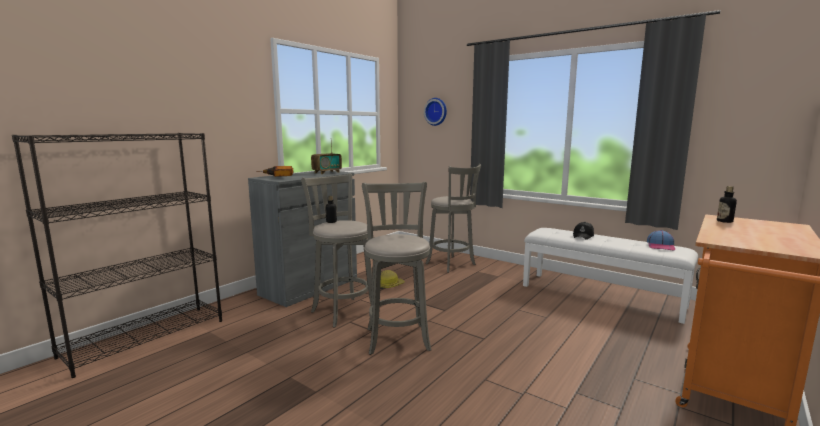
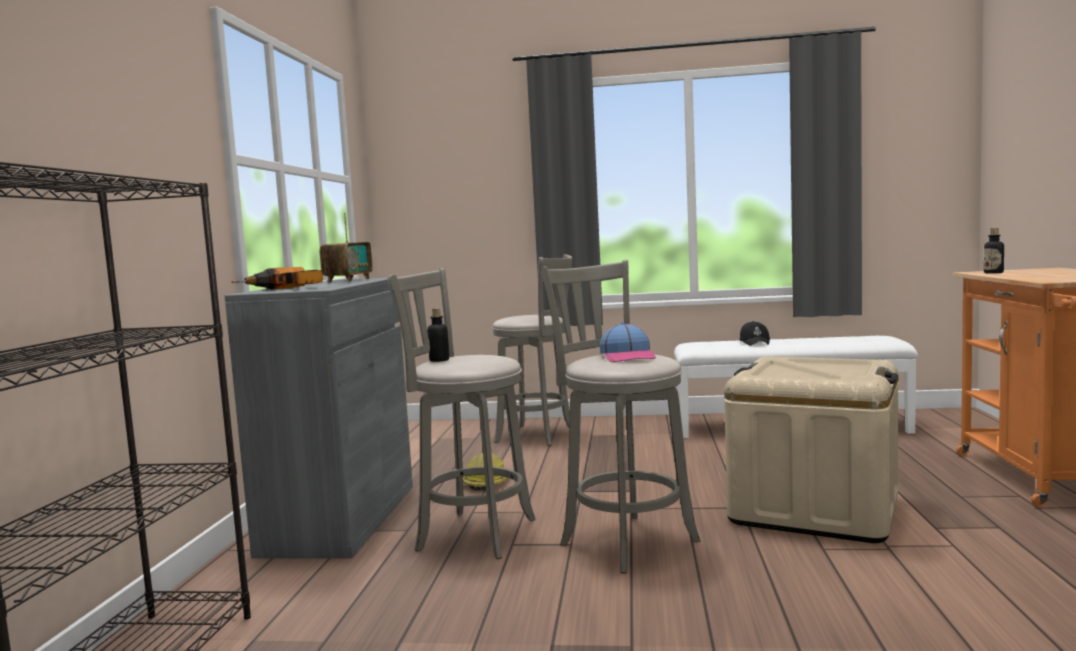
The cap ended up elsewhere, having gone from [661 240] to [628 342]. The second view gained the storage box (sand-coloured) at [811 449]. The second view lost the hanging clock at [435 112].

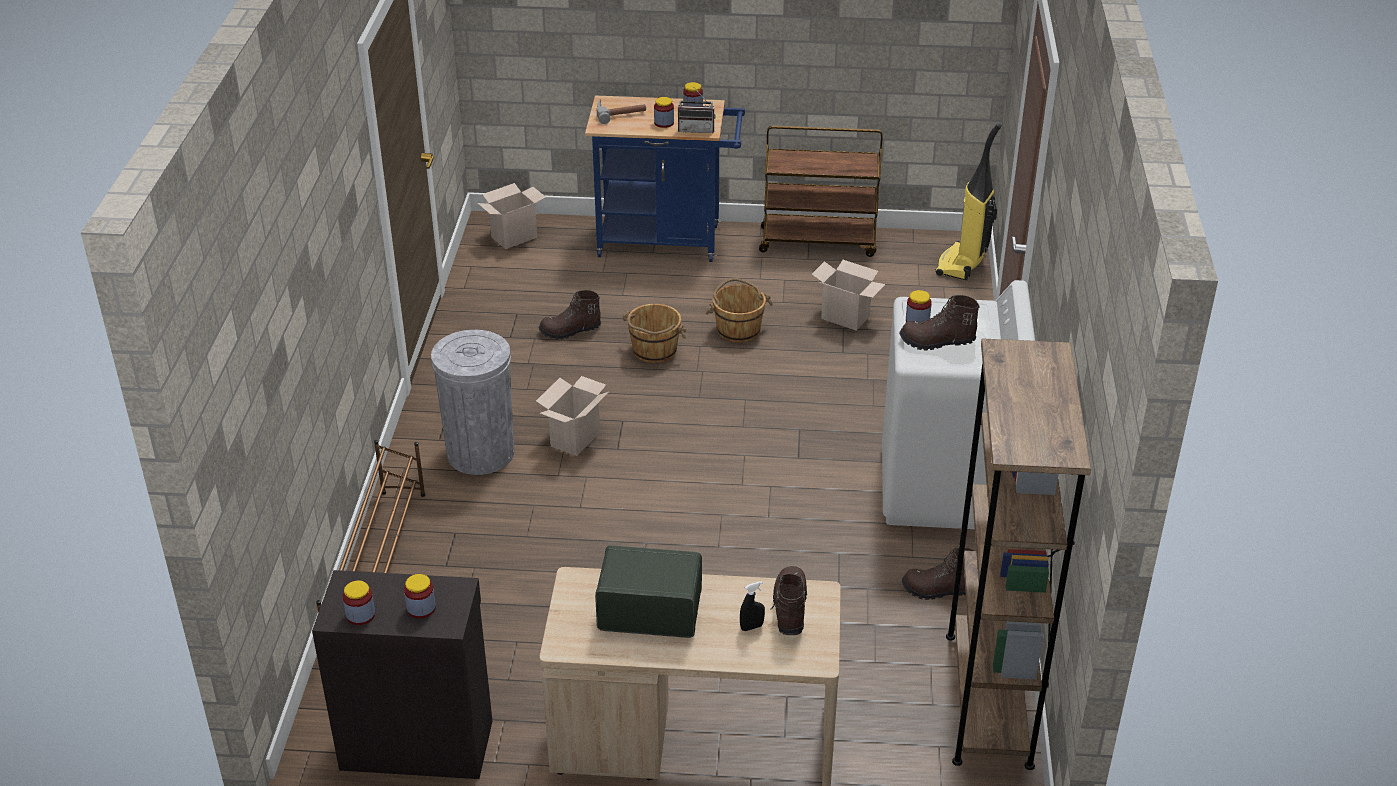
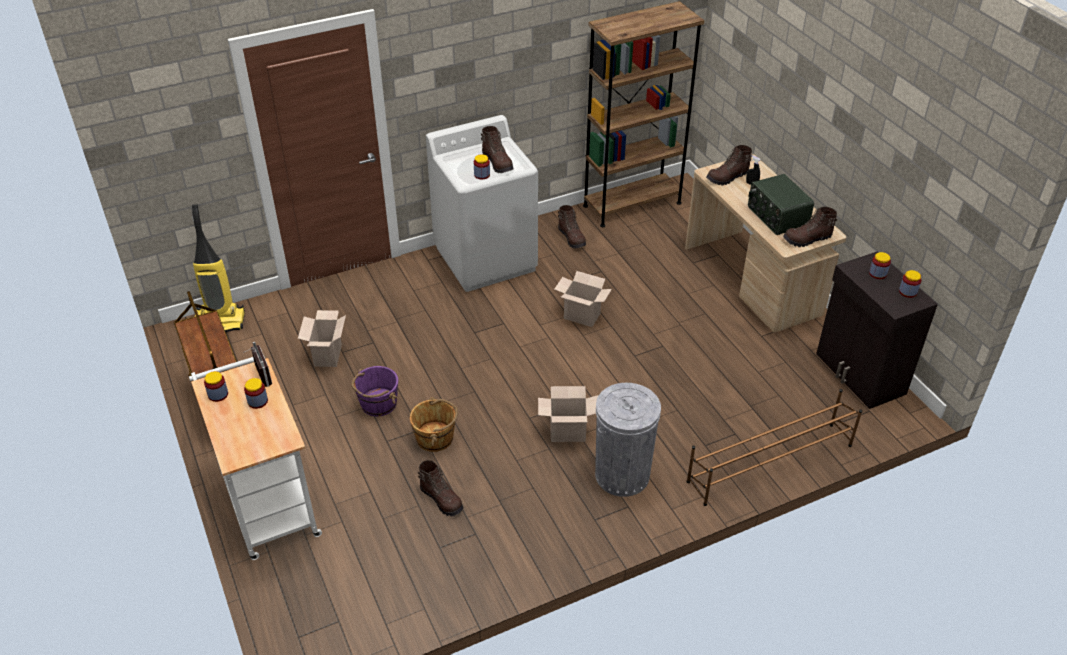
What was the wheeled cart (blue) at [665 178] turned into the wheeled cart (whitish) at [255 458]. What was the water bucket (brownish) at [739 310] turned into the water bucket (purple-coloured) at [375 391]. The carton ended up elsewhere, having gone from [511 216] to [583 299]. The second view gained the boot (brownish) at [810 227]. The second view lost the tool hammer at [621 111].

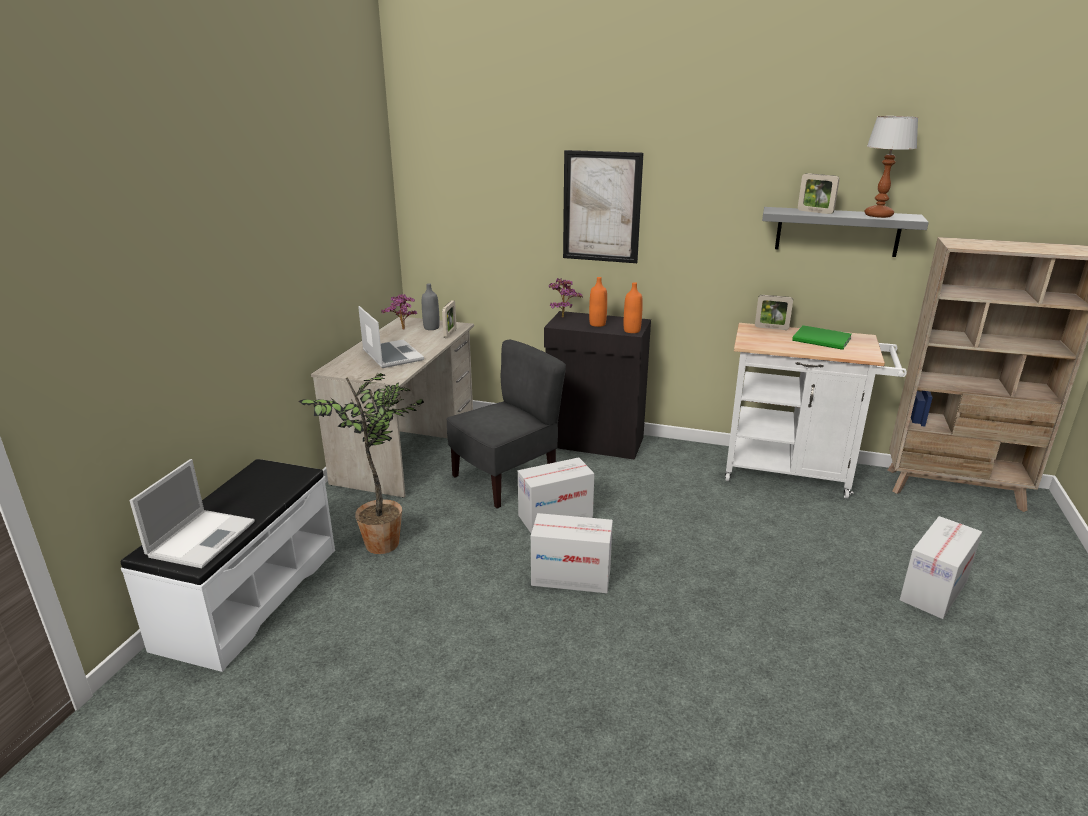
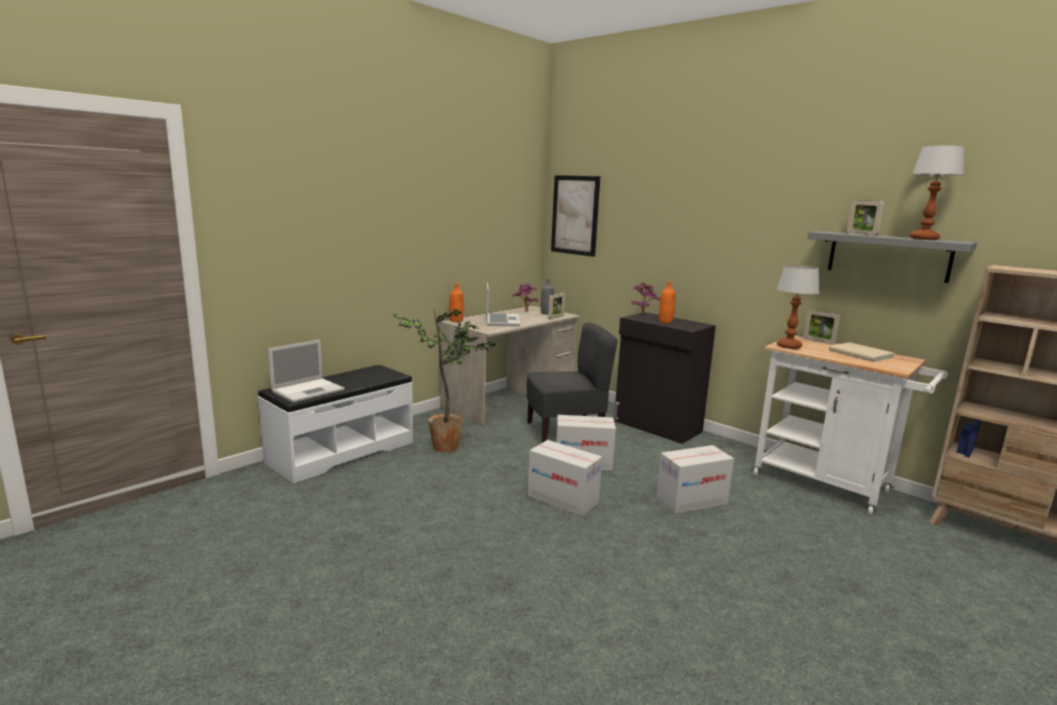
The beverage bottle (orange-coloured) ended up elsewhere, having gone from [633 307] to [456 302]. The wall picture ended up elsewhere, having gone from [603 206] to [575 216]. The carton ended up elsewhere, having gone from [941 567] to [695 479]. The second view gained the lamp for a table at [798 307]. What was the bound book (green) at [822 337] turned into the bound book (sand-coloured) at [862 352].

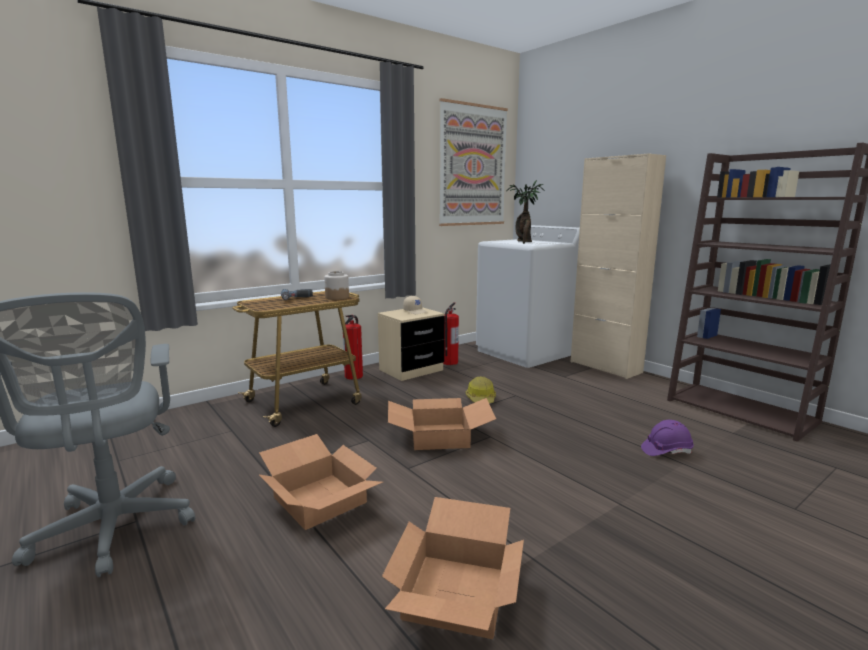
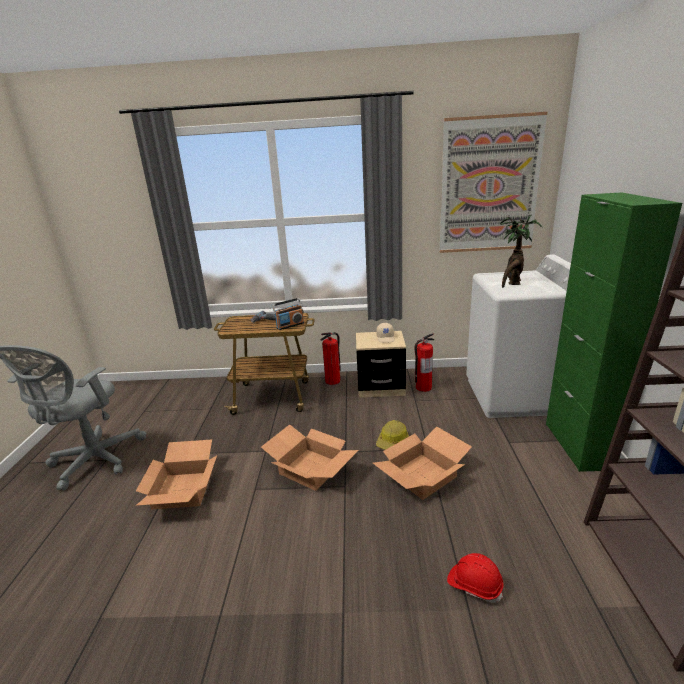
Where the storage jar stood at [336 285], the radio set came to stand at [288 314]. The carton ended up elsewhere, having gone from [453 568] to [422 463]. What was the work helmet (purple-coloured) at [667 438] turned into the work helmet (reddish) at [475 578]. What was the cabinet (sand-coloured) at [618 266] turned into the cabinet (green) at [614 332].

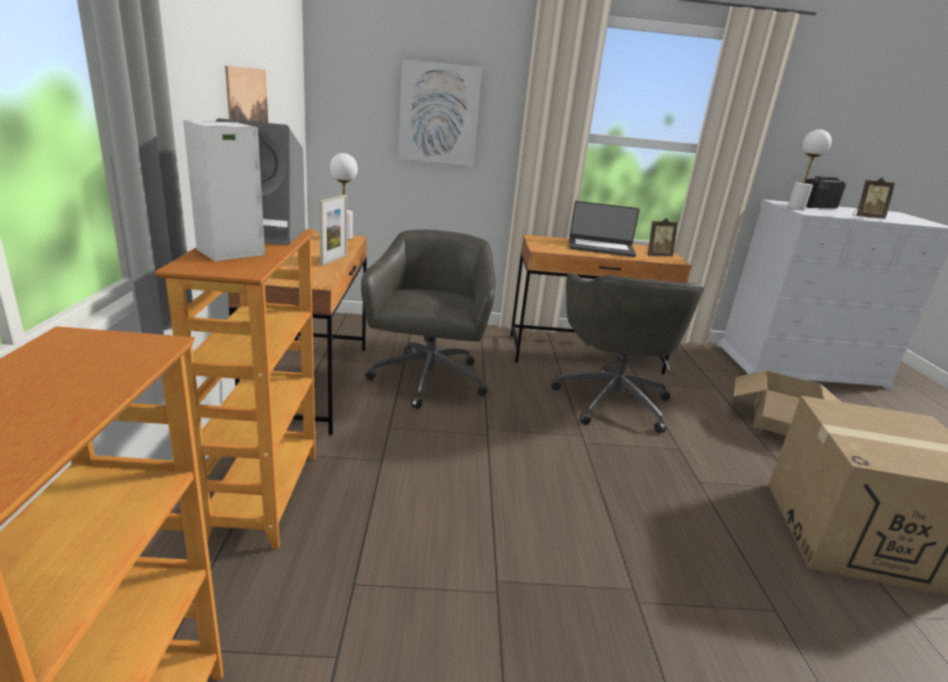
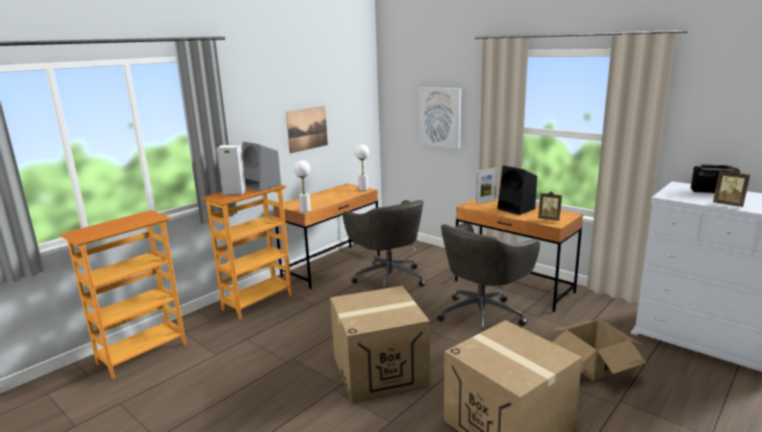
The lamp for a table (whitish) ended up elsewhere, having gone from [810 170] to [302 186]. The second view gained the carton at [380 344]. The office chair (gray) at [428 319] ended up facing another way, 105 degrees clockwise from before. The photo frame ended up elsewhere, having gone from [333 230] to [486 186]. Where the portable computer stood at [604 229], the loudspeaker (black-coloured) came to stand at [517 190].

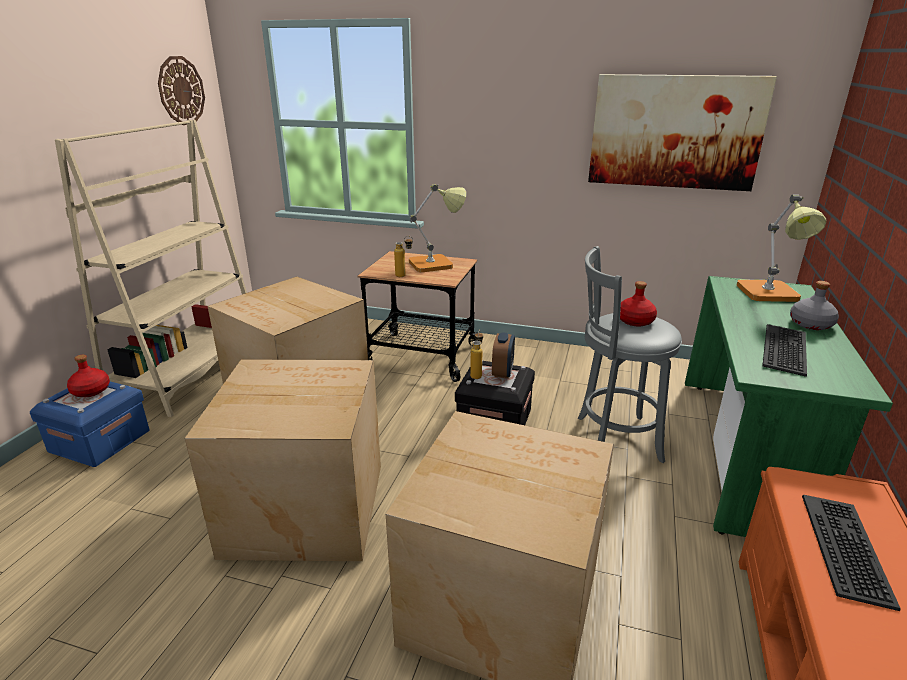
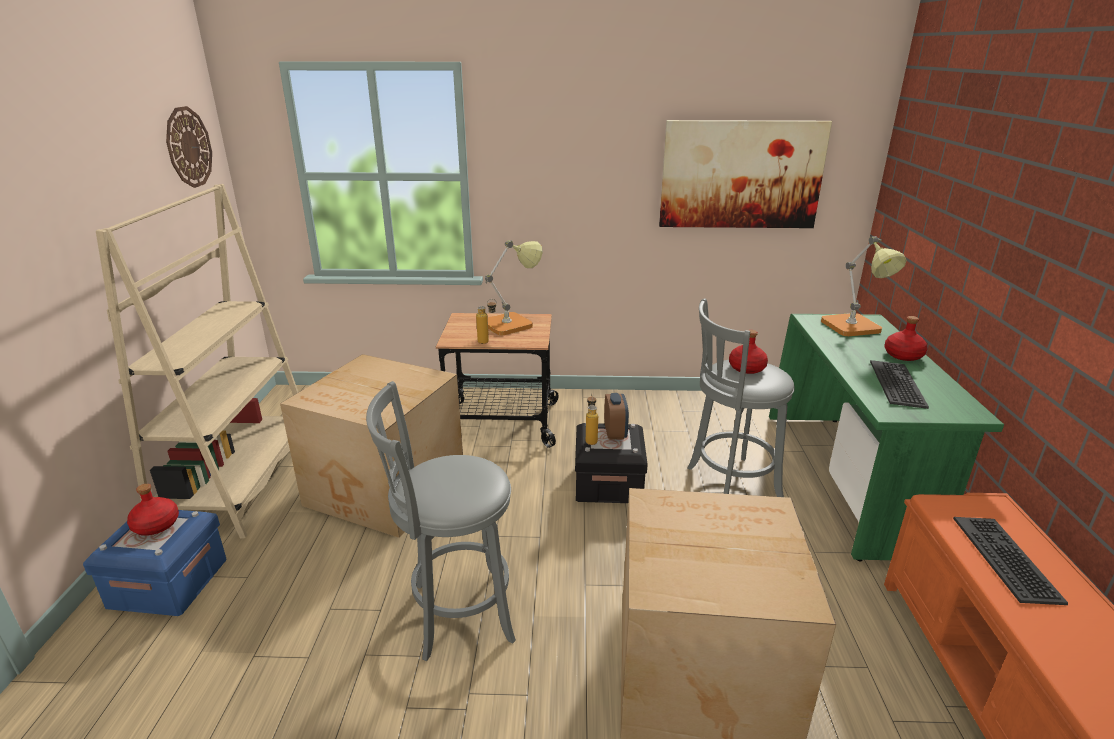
Where the carton stood at [283 460], the sitting stool (gray) came to stand at [441 521]. What was the beverage bottle (gray) at [814 305] turned into the beverage bottle (reddish) at [906 338].

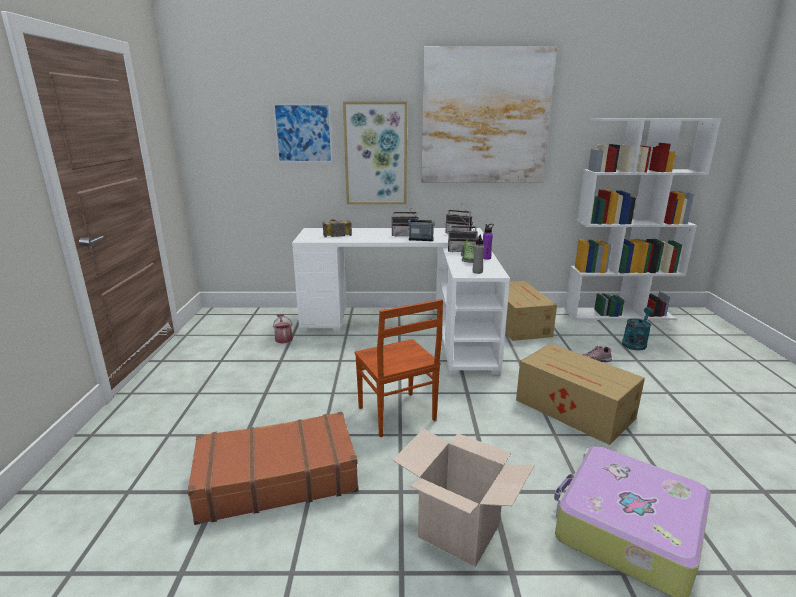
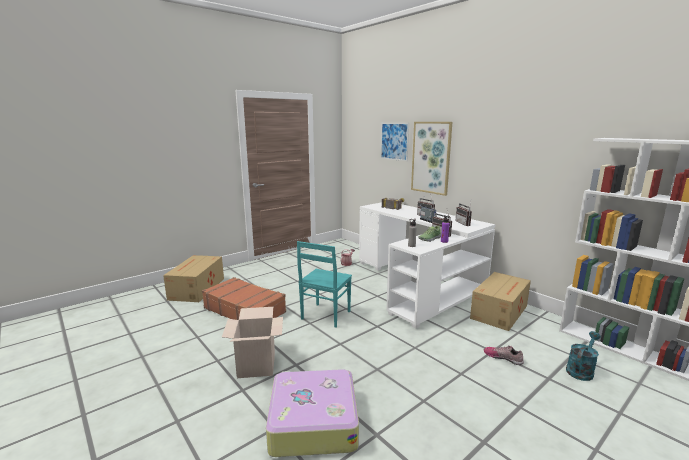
The carton ended up elsewhere, having gone from [580 394] to [193 278]. What was the chair (brownish) at [399 368] turned into the chair (turquoise-coloured) at [324 284]. The watering can (turquoise-coloured) at [638 328] ended up facing another way, 45 degrees counterclockwise from before. The second view lost the wall picture at [489 114].

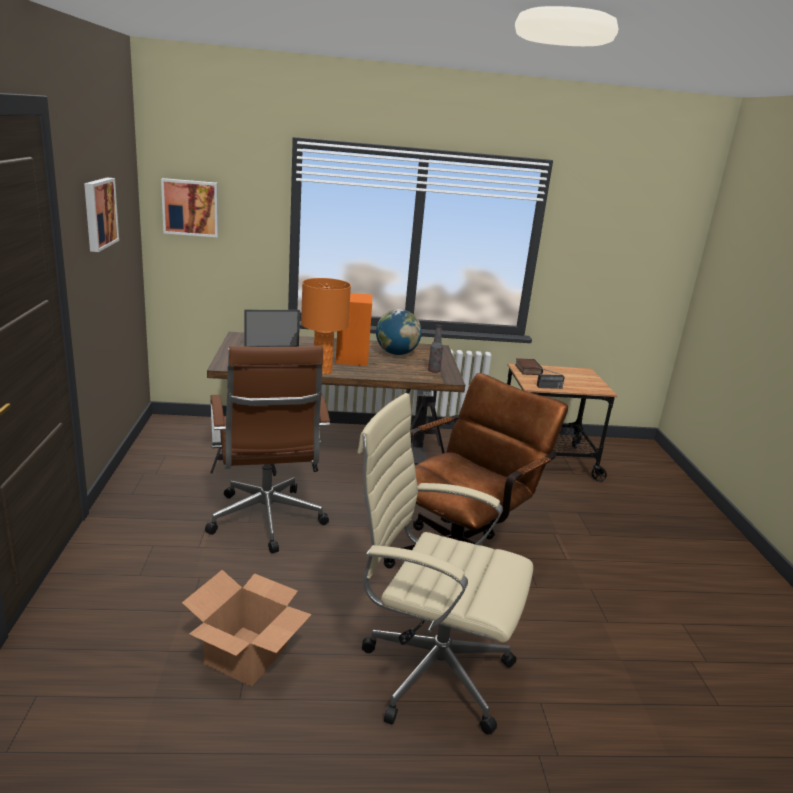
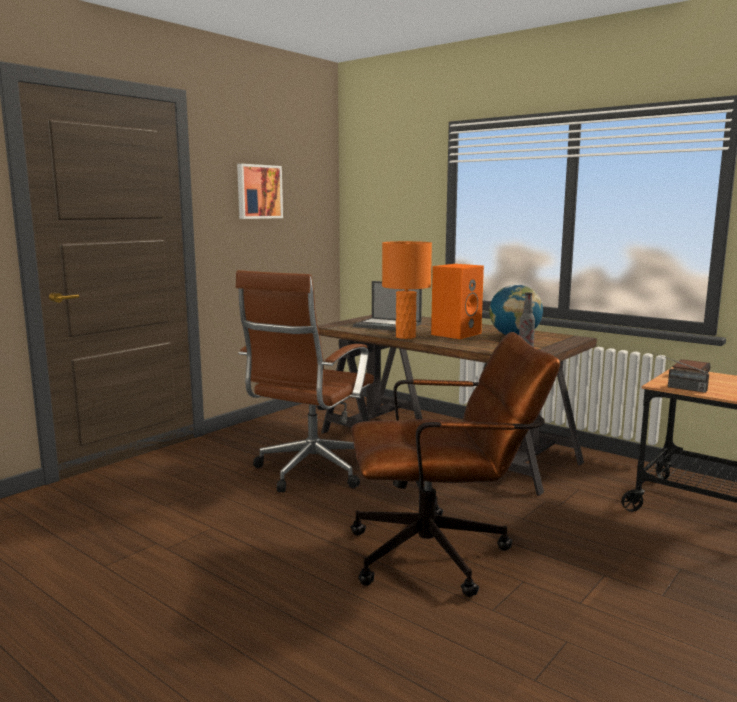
The second view lost the wall picture at [190 207]. The second view lost the carton at [247 628]. The second view lost the office chair (sand-coloured) at [445 564].

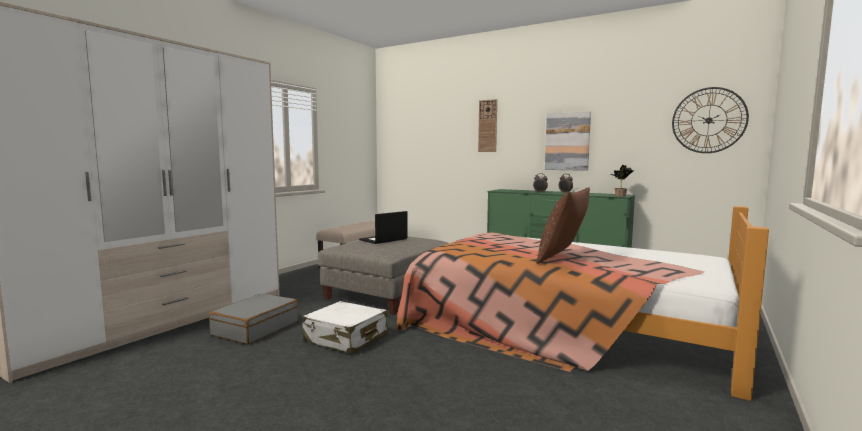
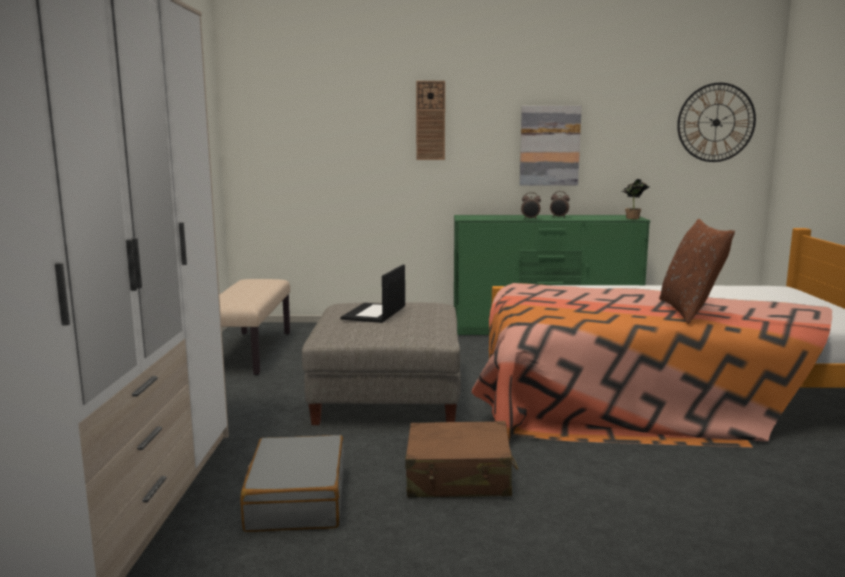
What was the travel case (whitish) at [345 327] turned into the travel case (brownish) at [461 459].

